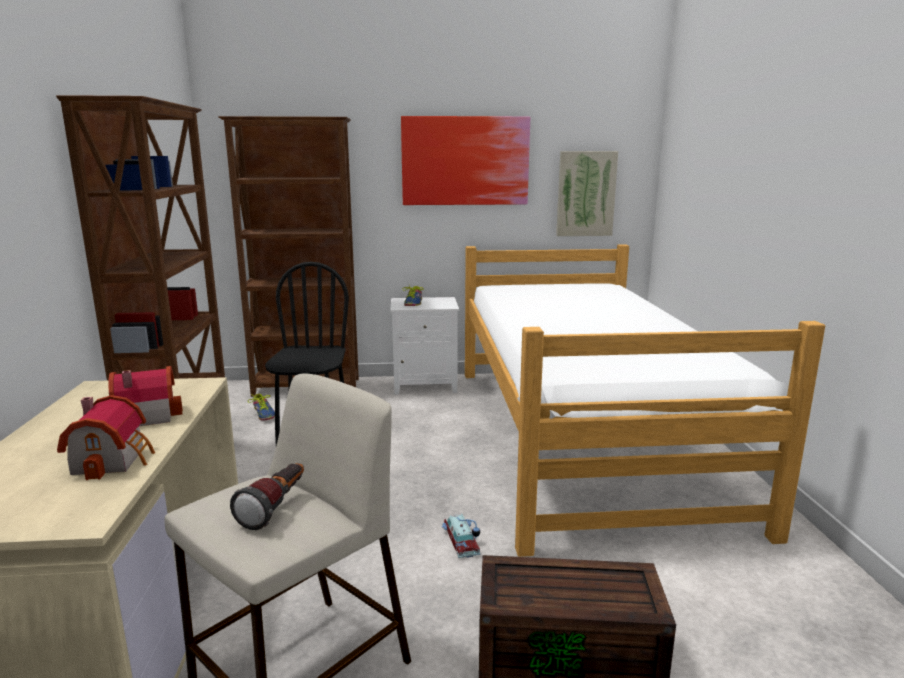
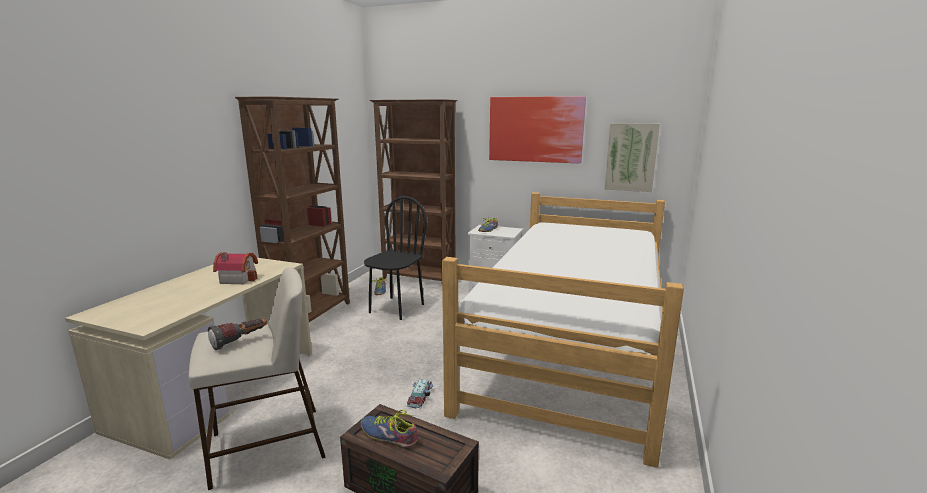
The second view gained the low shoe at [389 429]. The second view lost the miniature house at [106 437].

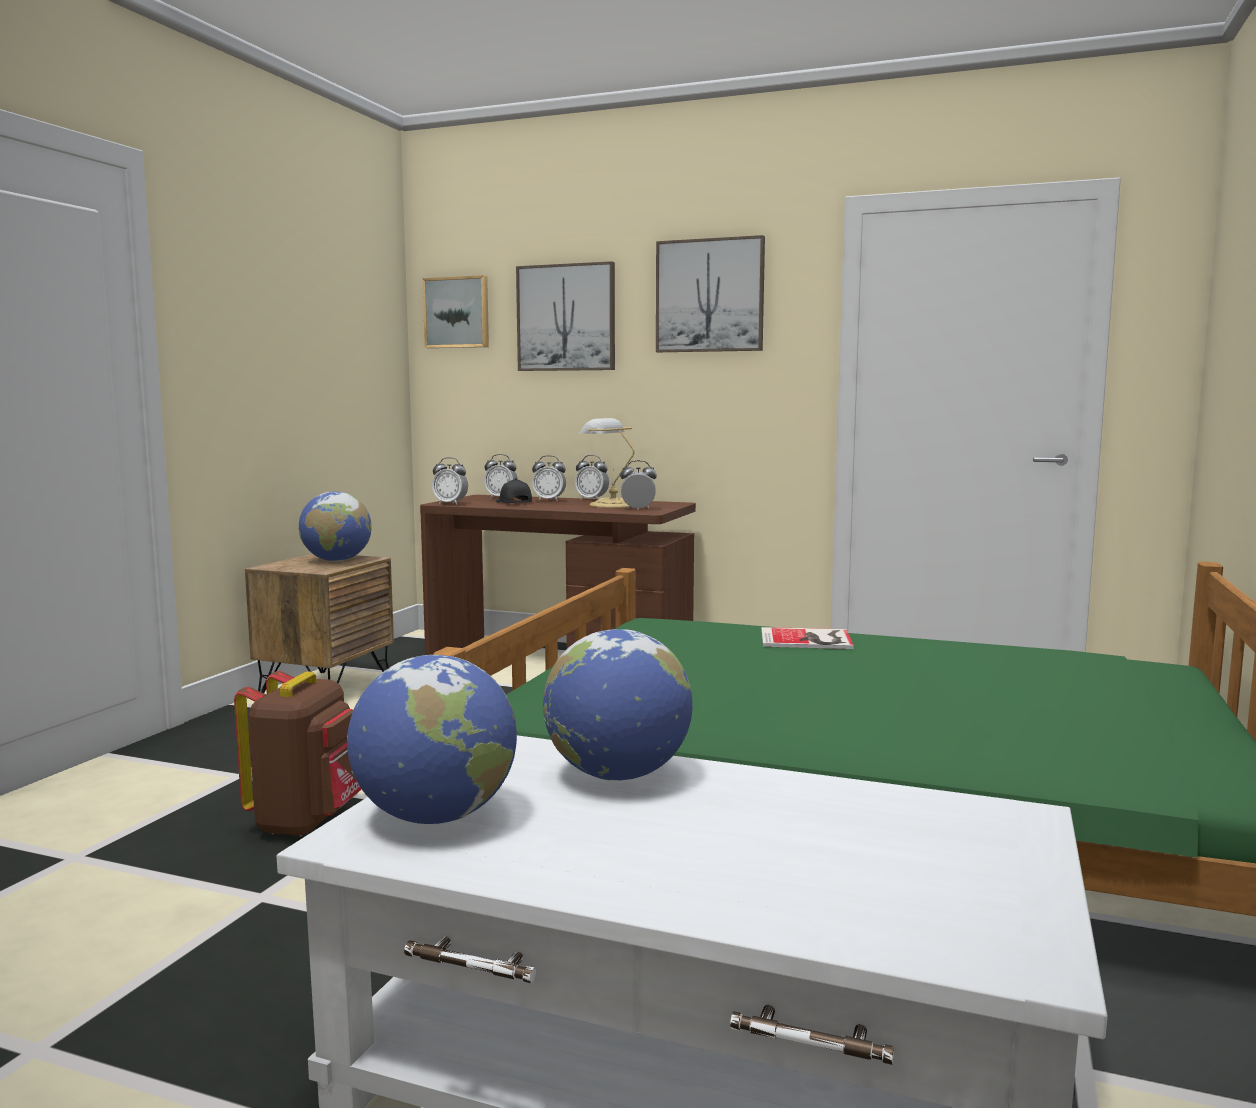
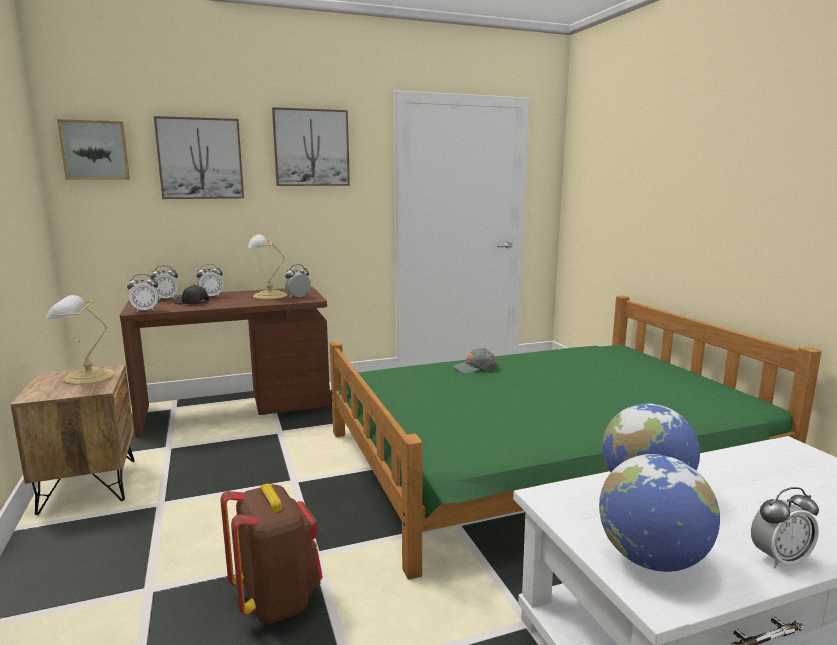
Where the world globe stood at [335 526], the lamp for a table came to stand at [80 340]. Where the bound book stood at [807 638], the cap (gray) came to stand at [475 360]. The bedside clock ended up elsewhere, having gone from [592 477] to [785 528].

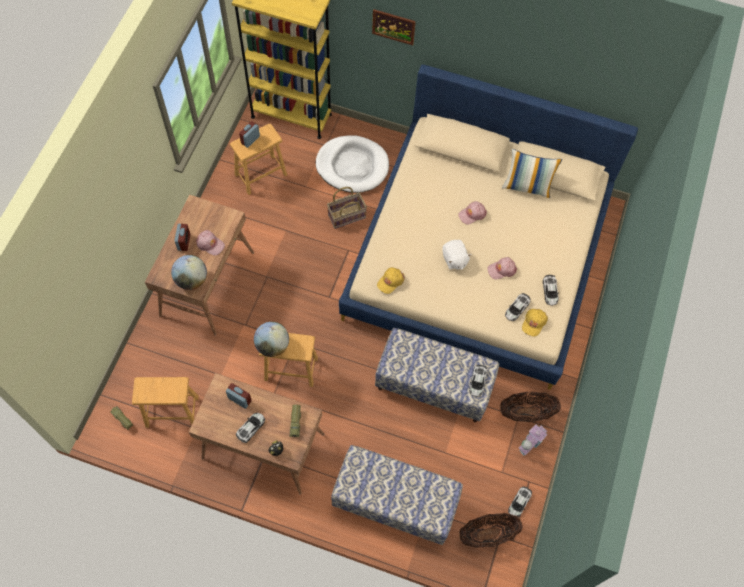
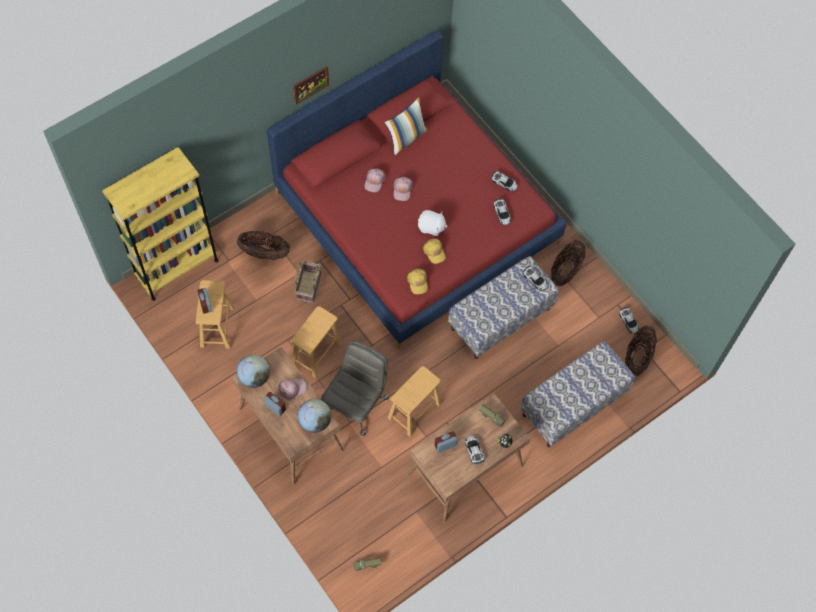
Where the dog bed (whitish) stood at [352 164], the basket came to stand at [263 245]. The world globe ended up elsewhere, having gone from [271 339] to [253 371]. What was the sleeping bed (sand-coloured) at [488 227] turned into the sleeping bed (reddish) at [417 189]. The sitting stool (brownish) ended up elsewhere, having gone from [165 402] to [316 342]. The wall picture ended up elsewhere, having gone from [394 27] to [311 85]. The second view gained the office chair (gray) at [355 388]. The cap (pinkish) ended up elsewhere, having gone from [502 268] to [375 180]. The cap (yellowish) ended up elsewhere, having gone from [535 323] to [434 251]. The second view lost the miniature house at [533 440].

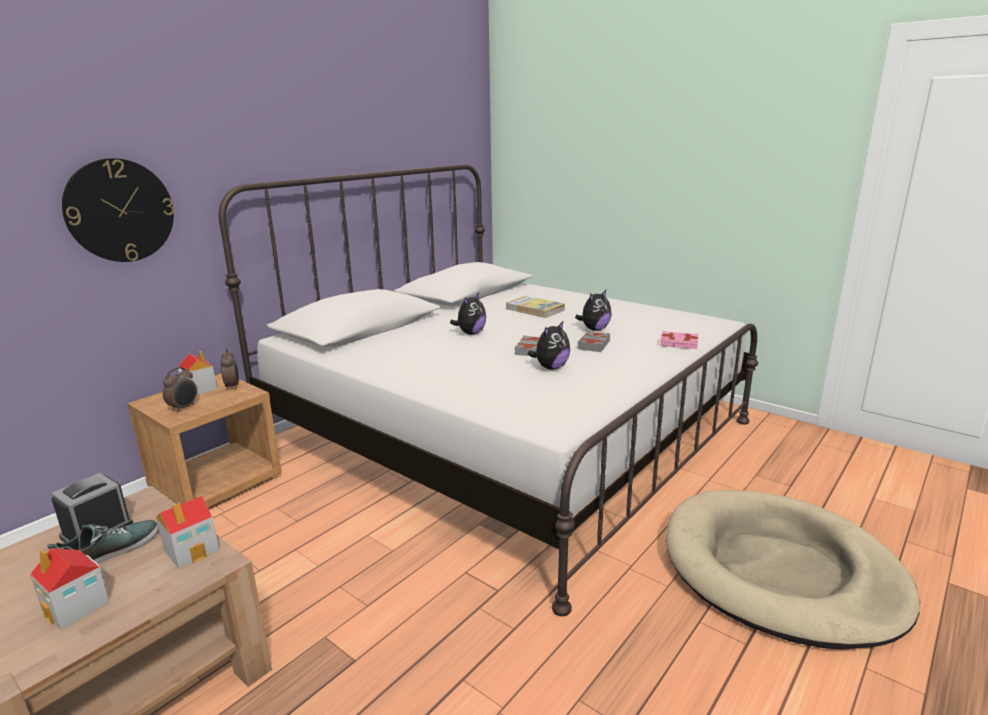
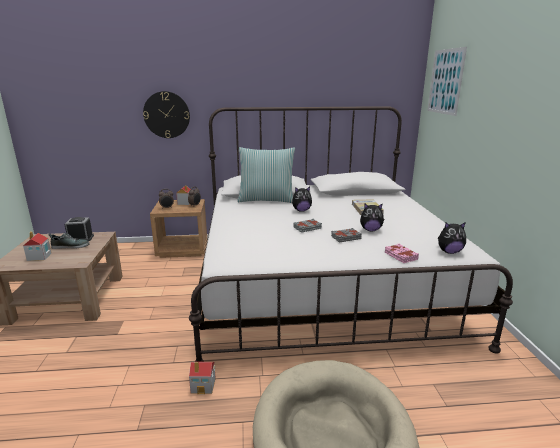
The miniature house ended up elsewhere, having gone from [187 532] to [202 378]. The second view gained the pillow at [266 175]. The second view gained the wall picture at [447 81]. The cuddly toy ended up elsewhere, having gone from [549 345] to [452 238].

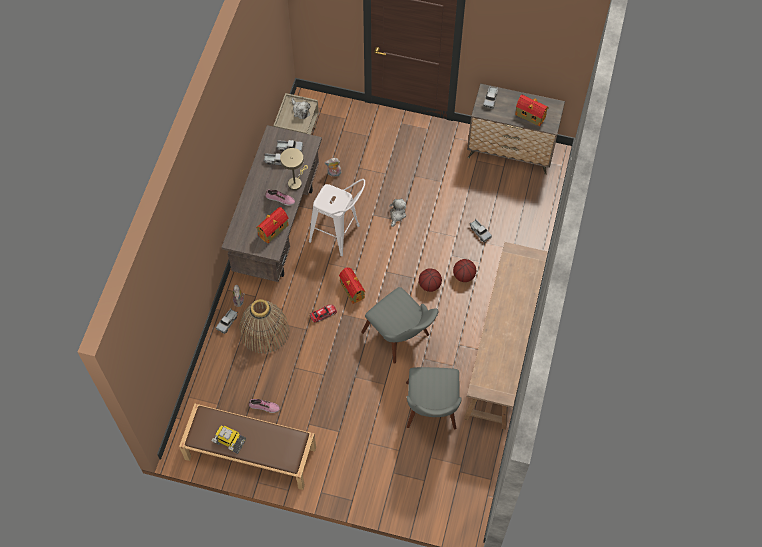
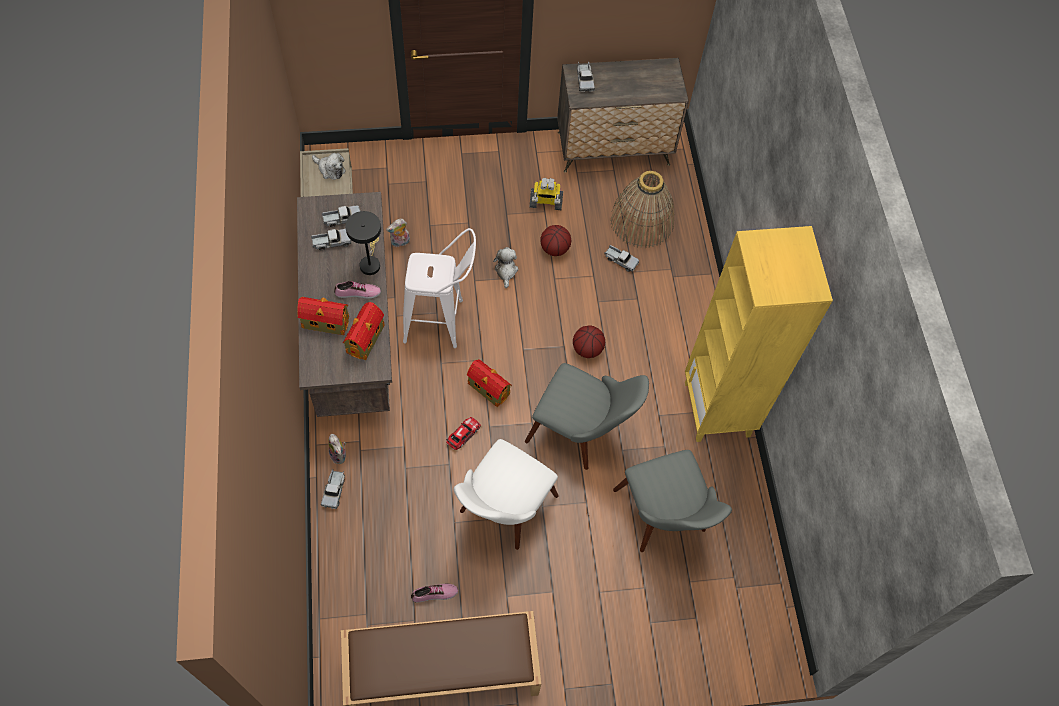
The miniature house ended up elsewhere, having gone from [532 110] to [323 316]. What was the lamp for a table (sand-coloured) at [294 169] turned into the lamp for a table (black-coloured) at [363 243]. The second view gained the chair (whitish) at [506 494]. The toy robot ended up elsewhere, having gone from [229 440] to [546 194]. The ball for basketball ended up elsewhere, having gone from [464 270] to [555 240]. The basket ended up elsewhere, having gone from [264 326] to [643 209]. Where the console table (brownish) stood at [506 336], the shelving unit (yellowish) came to stand at [759 334].

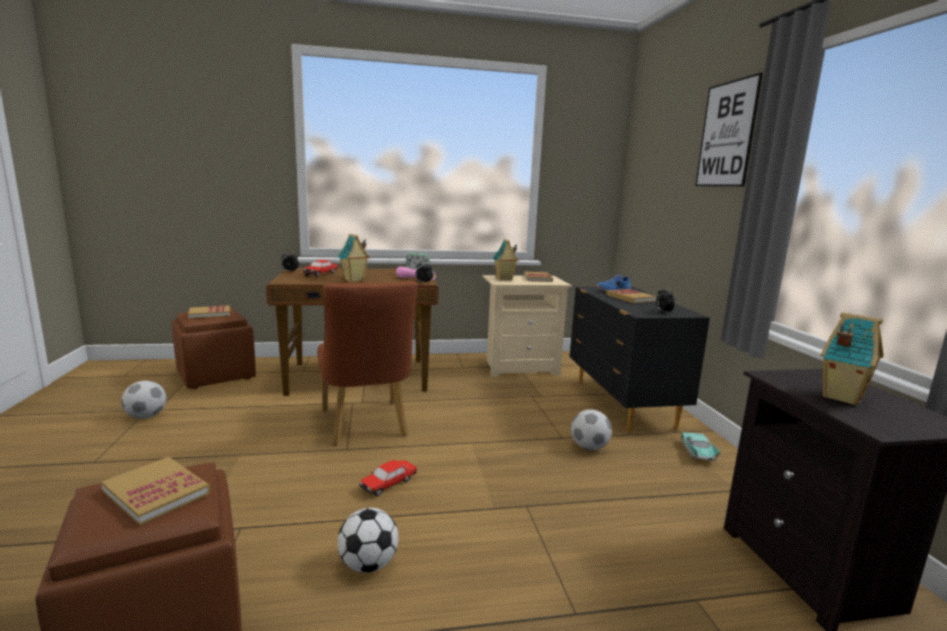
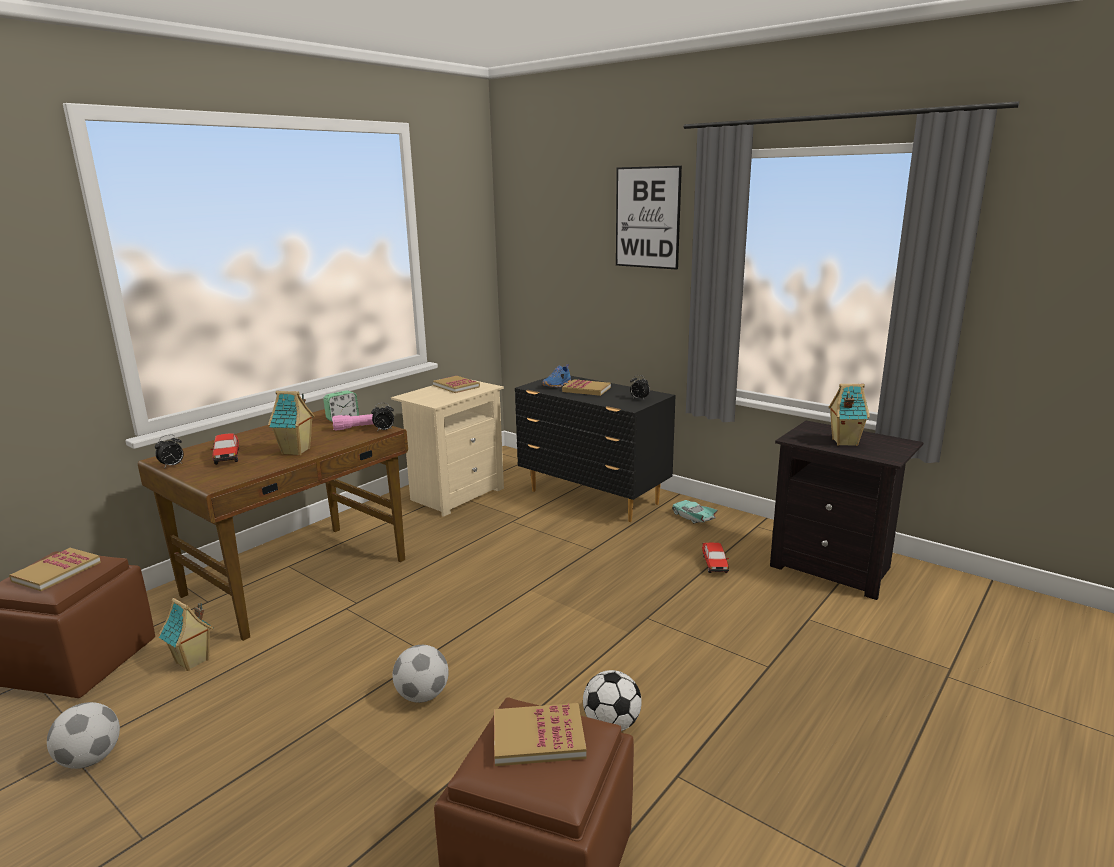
The miniature house ended up elsewhere, having gone from [505 259] to [186 634]. The football ended up elsewhere, having gone from [591 429] to [421 674]. The miniature car ended up elsewhere, having gone from [388 478] to [715 558]. The second view lost the chair (brownish) at [367 363].

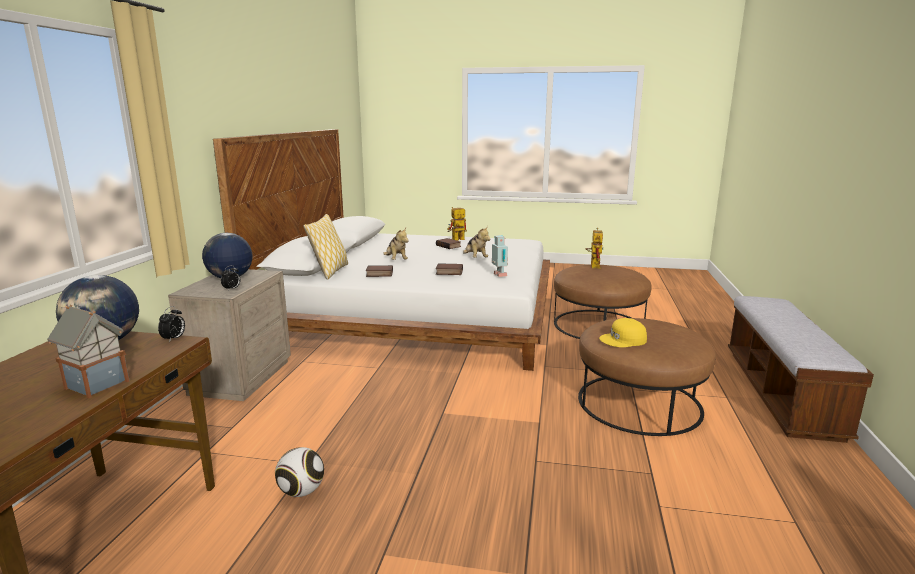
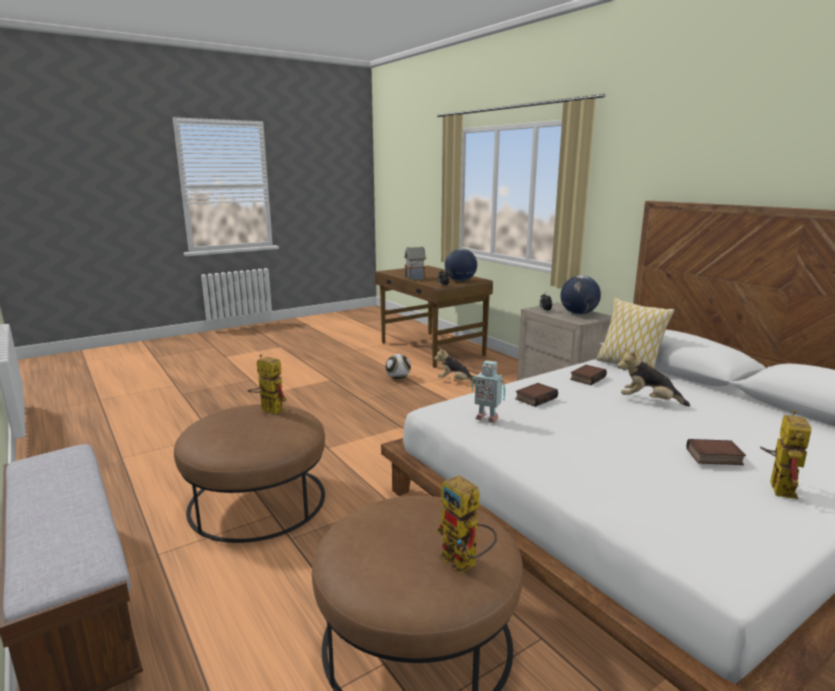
Where the cap (yellowish) stood at [623 332], the toy robot came to stand at [267 384]. The cuddly toy ended up elsewhere, having gone from [476 242] to [454 365].

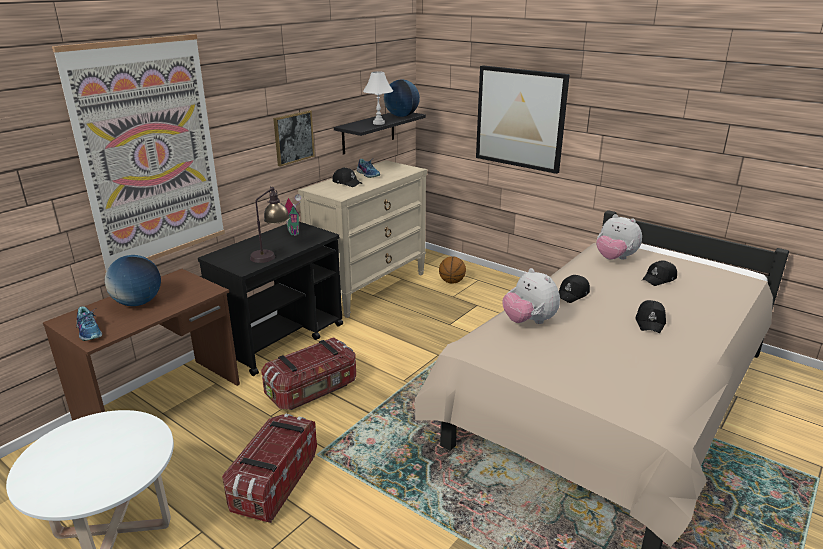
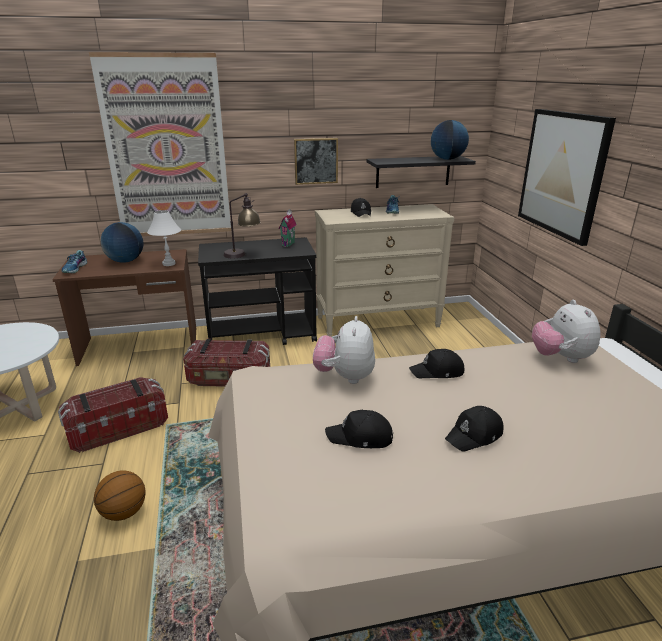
The ball for basketball ended up elsewhere, having gone from [452 270] to [120 495]. The lamp for a table (whitish) ended up elsewhere, having gone from [378 98] to [164 238]. The cap (black-coloured) ended up elsewhere, having gone from [659 273] to [359 429].

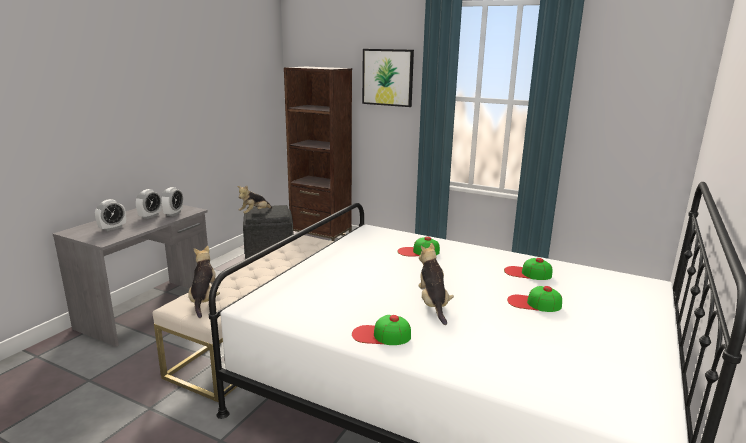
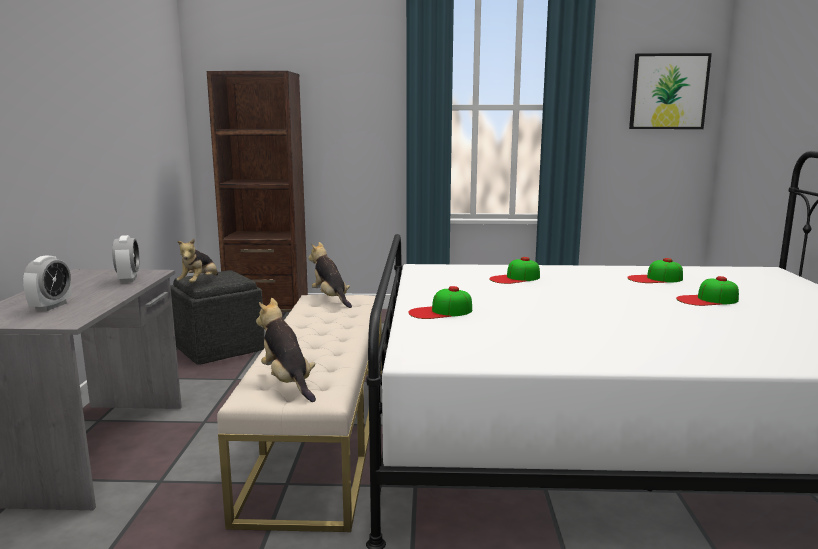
The cuddly toy ended up elsewhere, having gone from [436 284] to [330 275]. The cap ended up elsewhere, having gone from [381 330] to [440 302]. The wall picture ended up elsewhere, having gone from [388 78] to [670 91]. The second view lost the bedside clock at [149 204].

